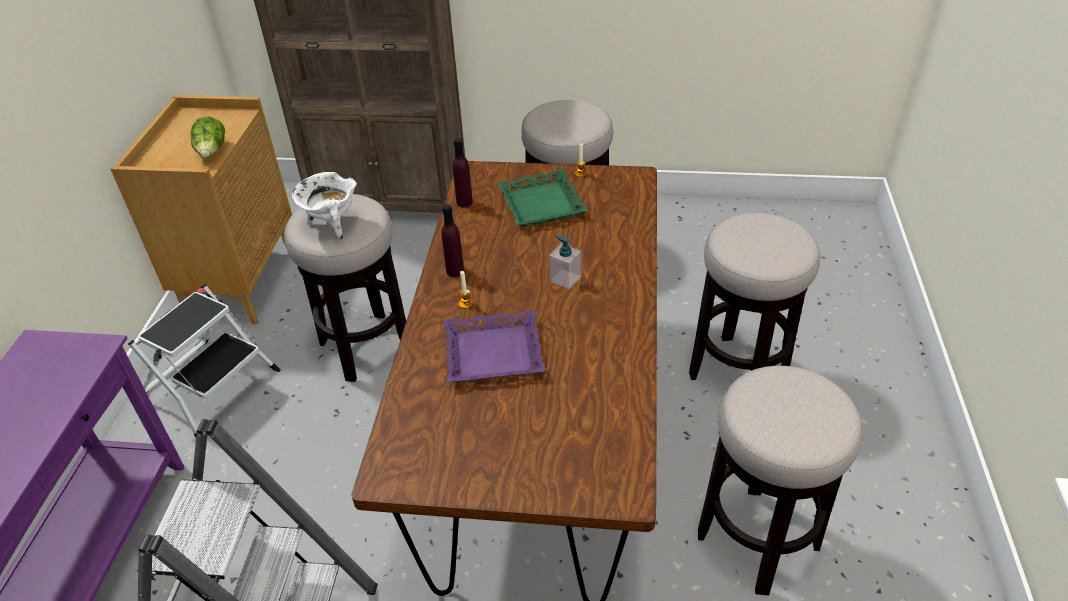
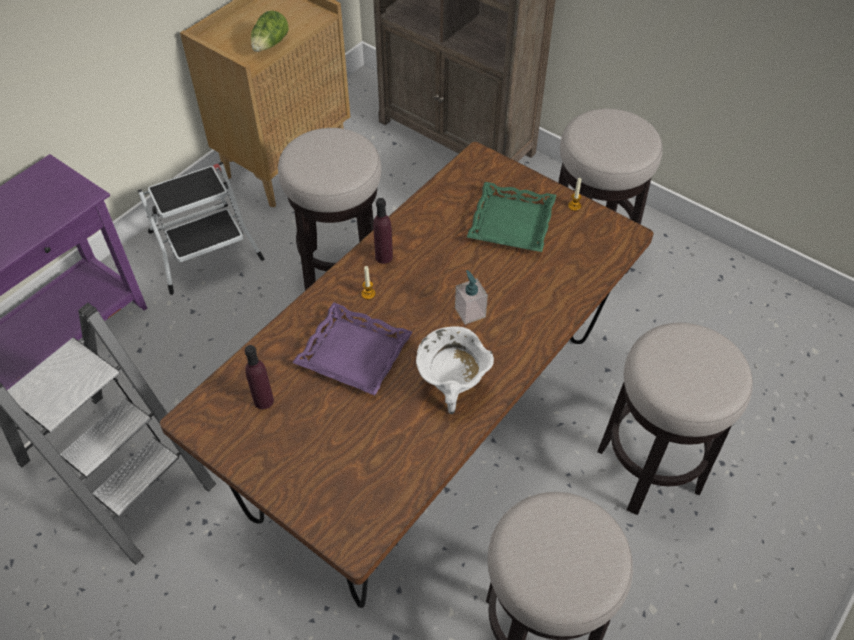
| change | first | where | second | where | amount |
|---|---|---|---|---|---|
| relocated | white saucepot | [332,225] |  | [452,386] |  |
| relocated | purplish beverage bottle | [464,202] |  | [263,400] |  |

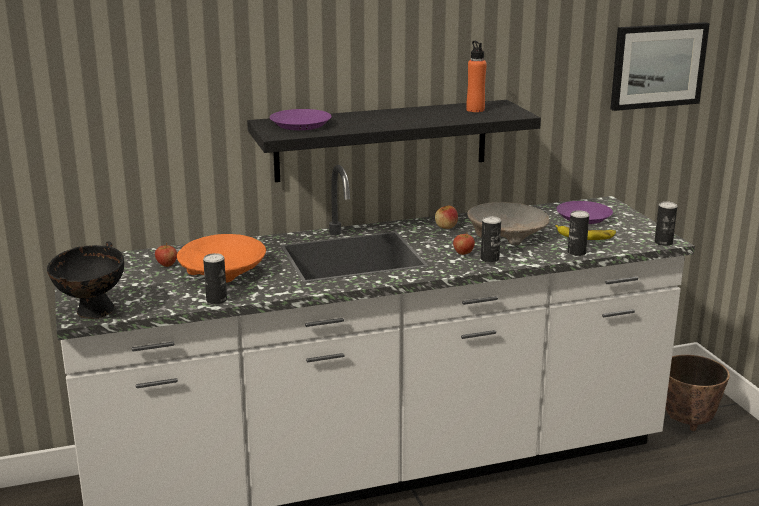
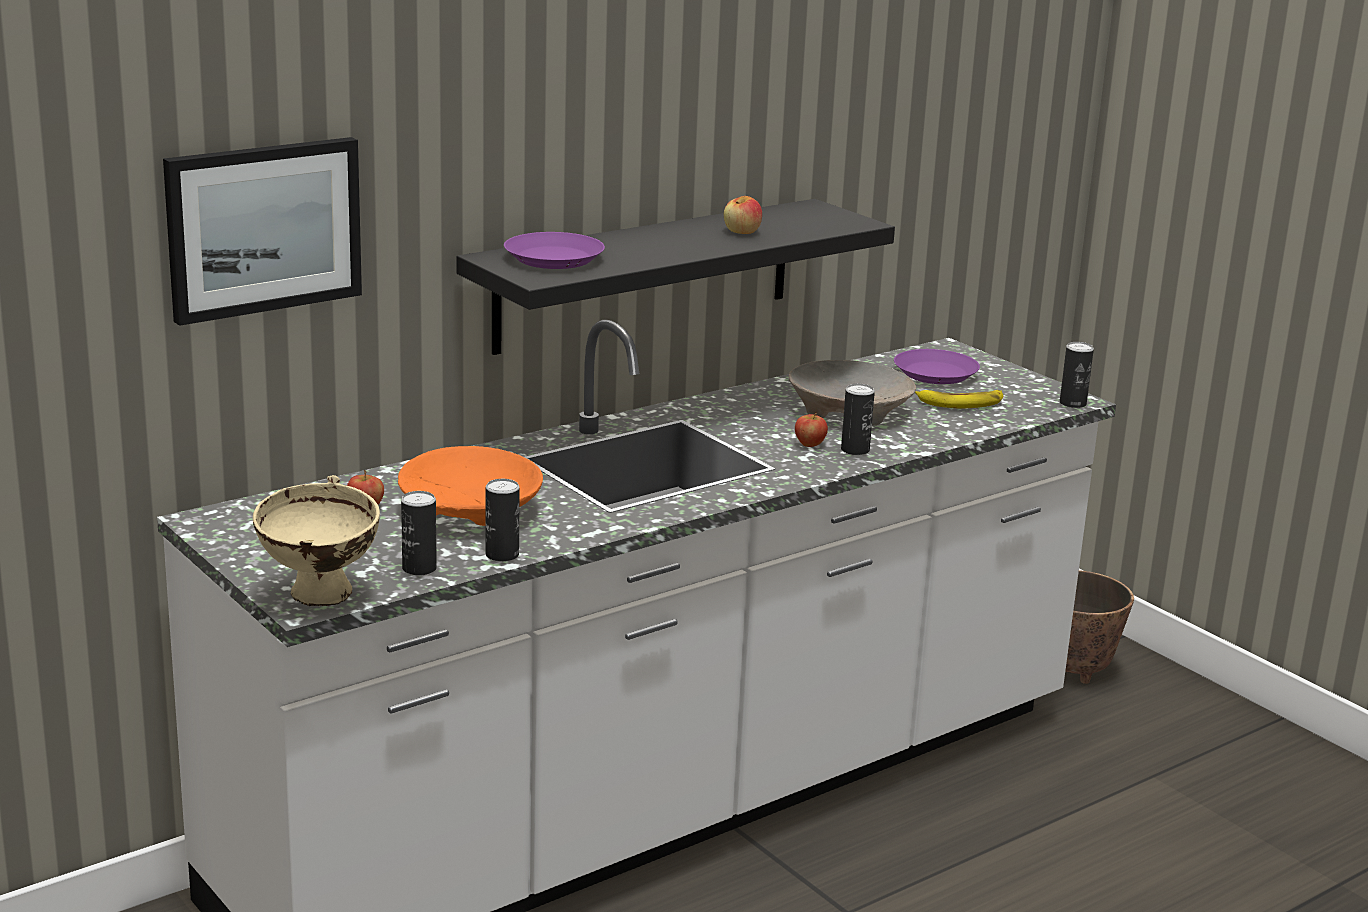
| change | first | where | second | where | amount |
|---|---|---|---|---|---|
| missing | orangey beverage bottle | [475,110] |  |  |  |
| relocated | apple | [446,227] |  | [742,232] |  |
| relocated | can | [576,253] |  | [419,568] |  |
| relocated | picture | [657,65] |  | [263,228] |  |
| colour | blackish bowl | [91,314] | beige bowl | [319,599] |  |

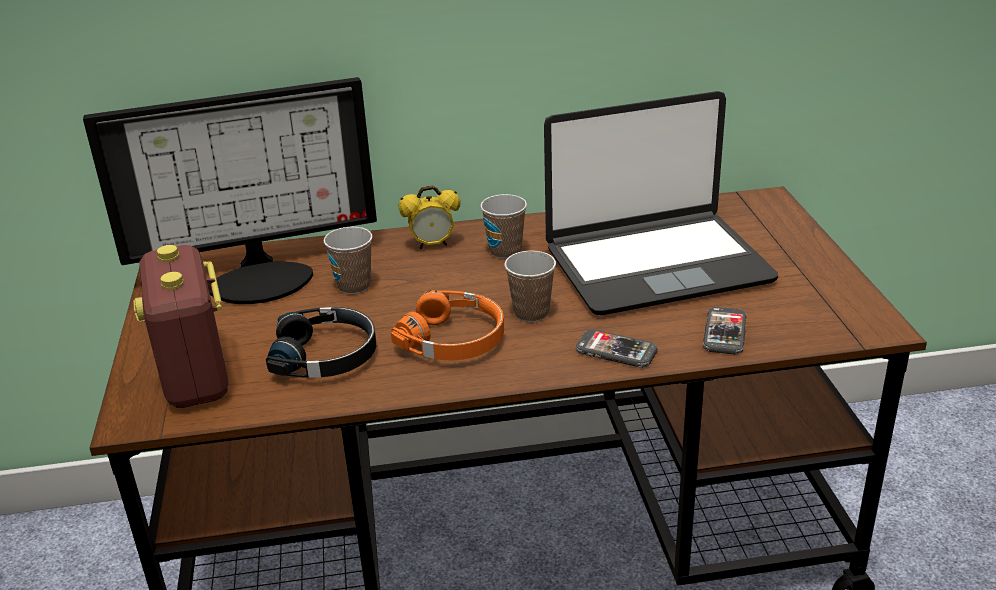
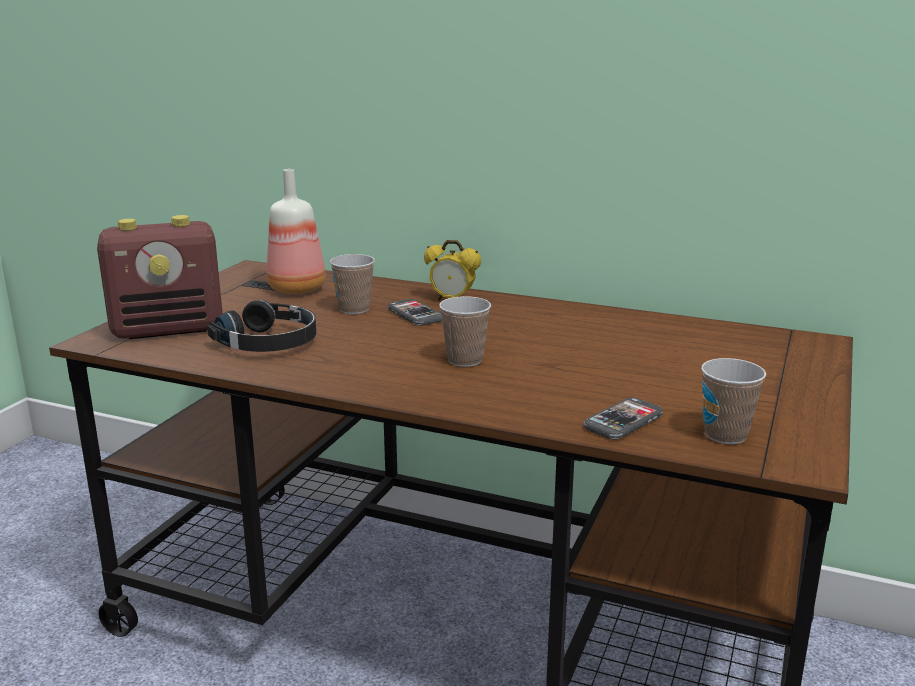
| change | first | where | second | where | amount |
|---|---|---|---|---|---|
| missing | orangey headset | [454,339] |  |  |  |
| missing | portable computer | [656,264] |  |  |  |
| relocated | drinking cup | [505,251] |  | [725,435] |  |
| relocated | telephone | [616,351] |  | [415,315] |  |
| exchanged | monitor | [261,277] | beverage bottle | [299,288] |  |
| spun | radio | [196,377] |  | [169,329] | 120 degrees counterclockwise |

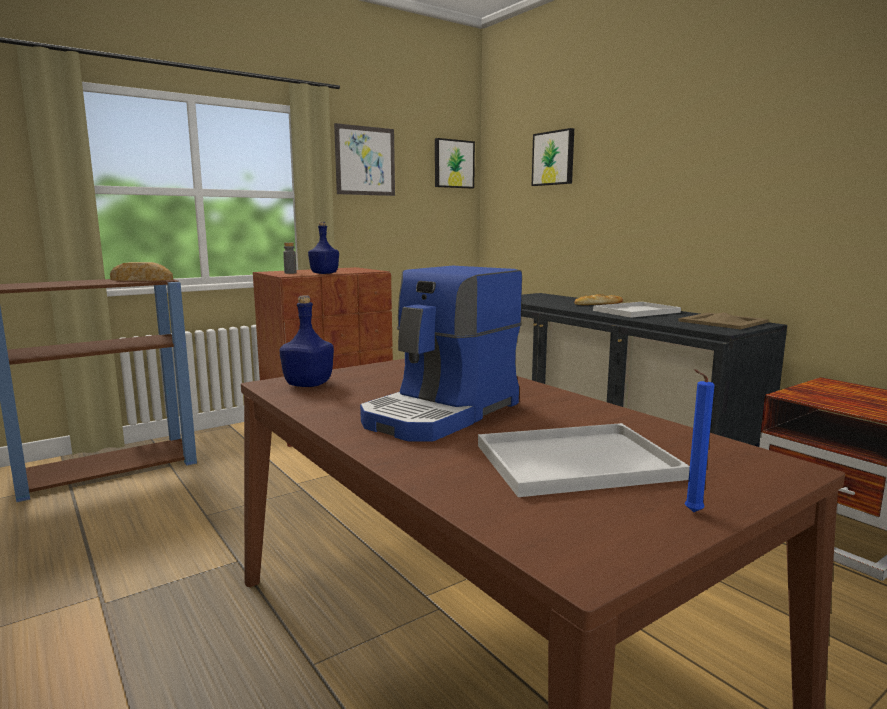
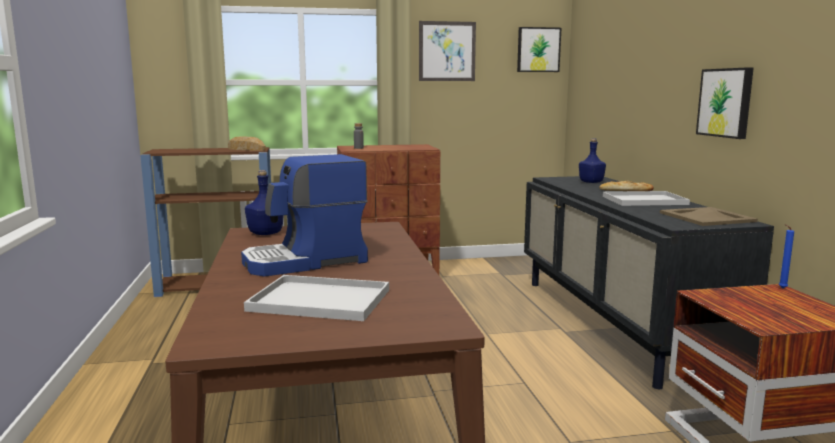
| change | first | where | second | where | amount |
|---|---|---|---|---|---|
| relocated | blue beverage bottle | [324,273] |  | [590,182] |  |
| relocated | picture | [554,158] |  | [726,102] |  |
| relocated | blue candle | [690,512] |  | [781,288] |  |

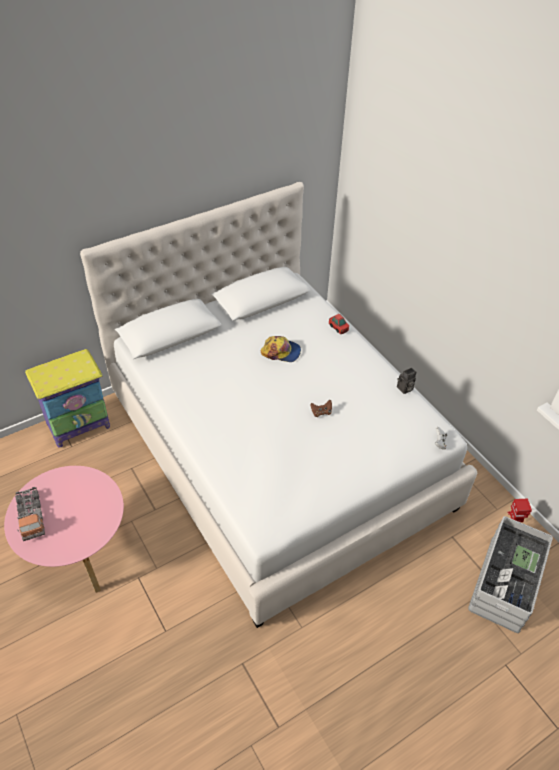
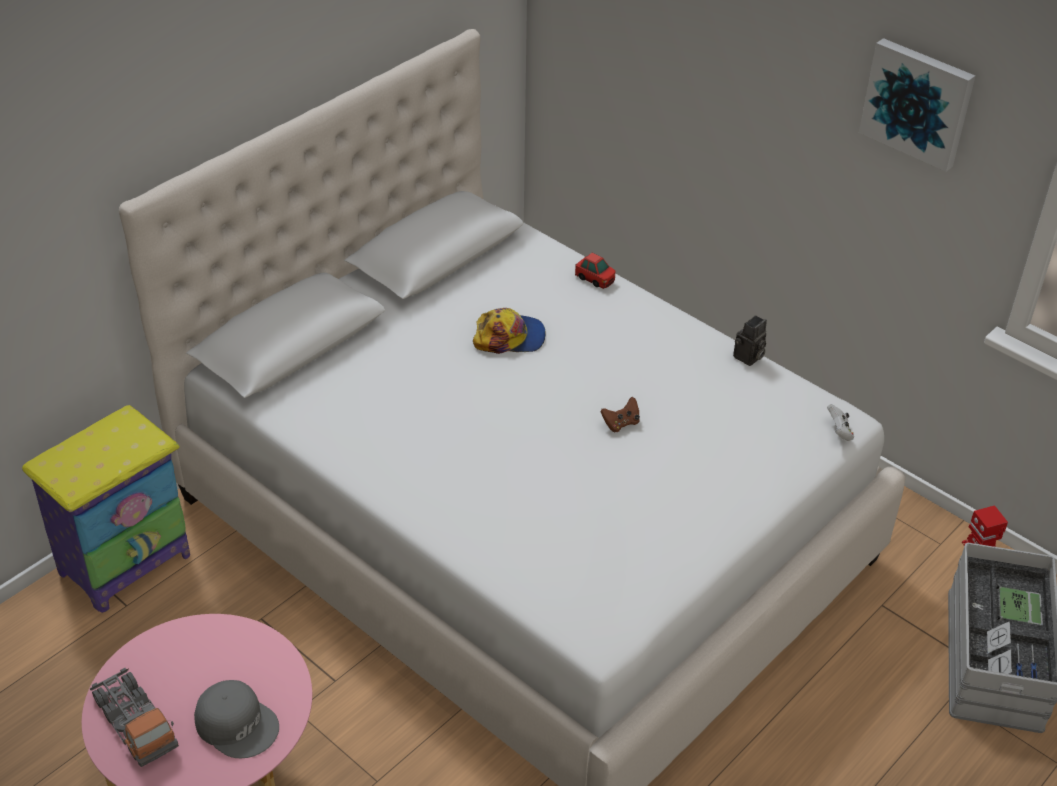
| change | first | where | second | where | amount |
|---|---|---|---|---|---|
| appeared |  |  | greyish cap | [237,723] |  |
| appeared |  |  | picture | [918,102] |  |

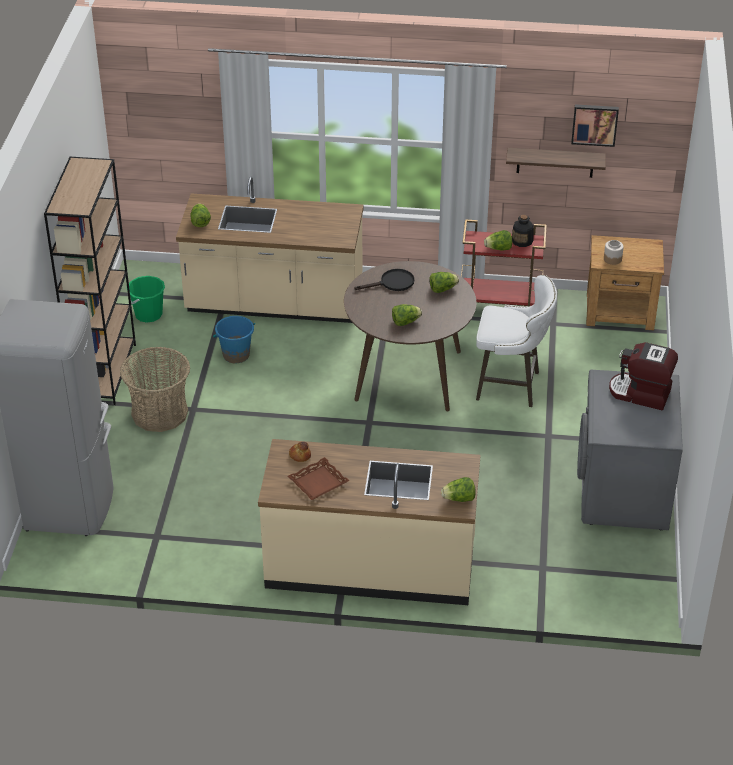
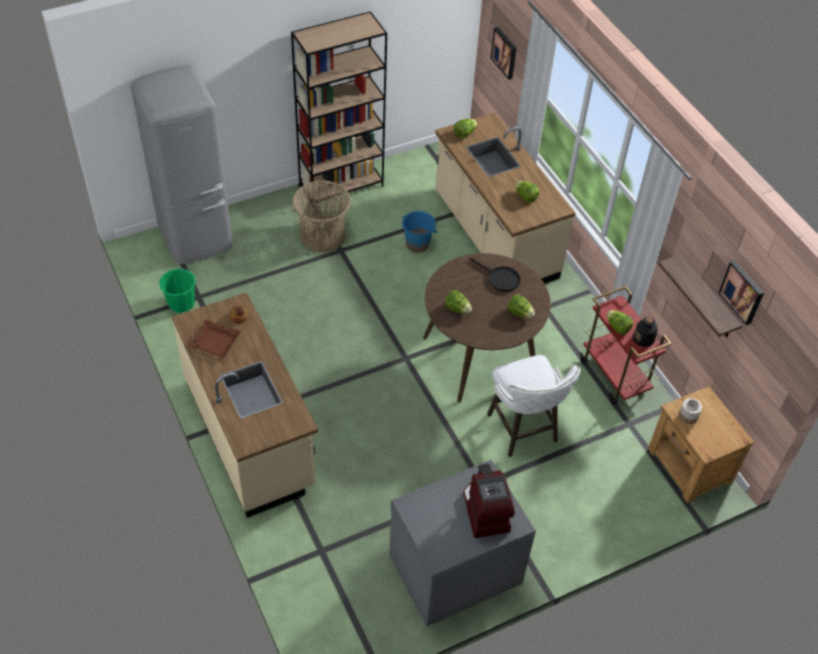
| change | first | where | second | where | amount |
|---|---|---|---|---|---|
| appeared |  |  | picture | [505,52] |  |
| relocated | greenish bucket | [148,314] |  | [181,303] |  |
| relocated | lettuce head | [459,499] |  | [525,197] |  |

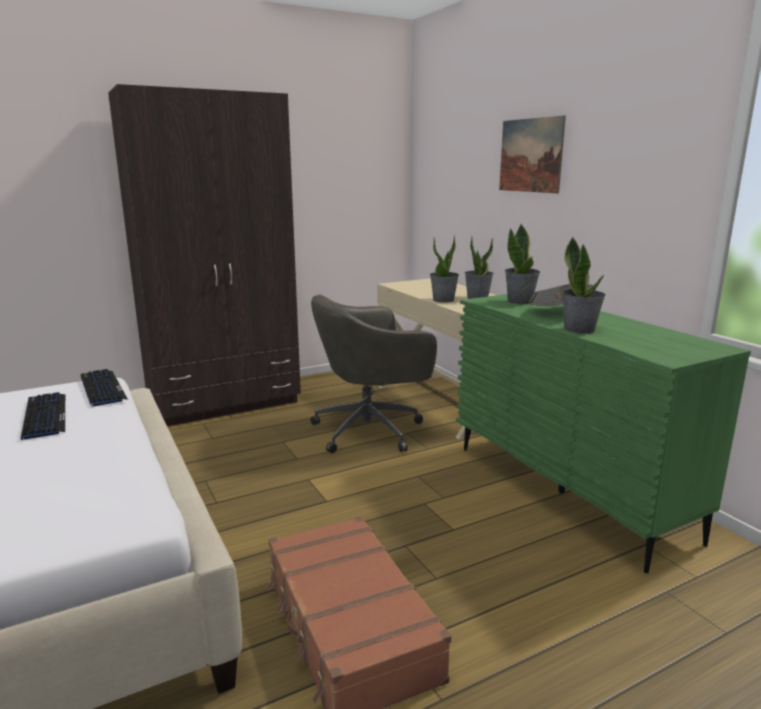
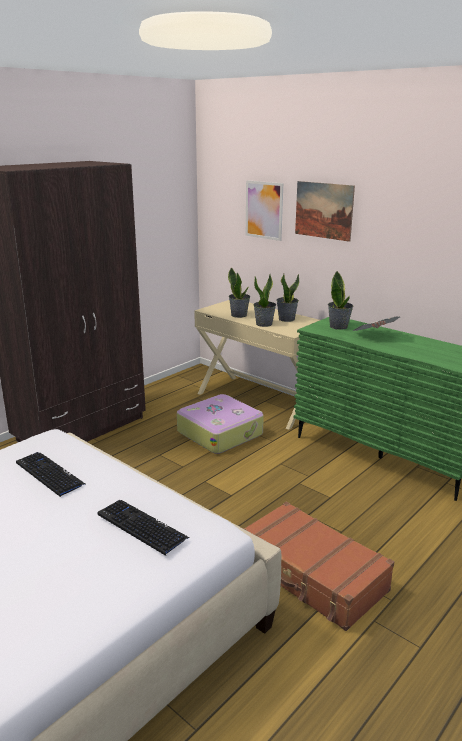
| change | first | where | second | where | amount |
|---|---|---|---|---|---|
| appeared |  |  | picture | [264,210] |  |
| relocated | computer keyboard | [102,388] |  | [141,527] |  |
| relocated | houseplant | [579,329] |  | [239,315] |  |
| exchanged | greyish desk chair | [371,430] | piece of luggage | [220,433] |  |

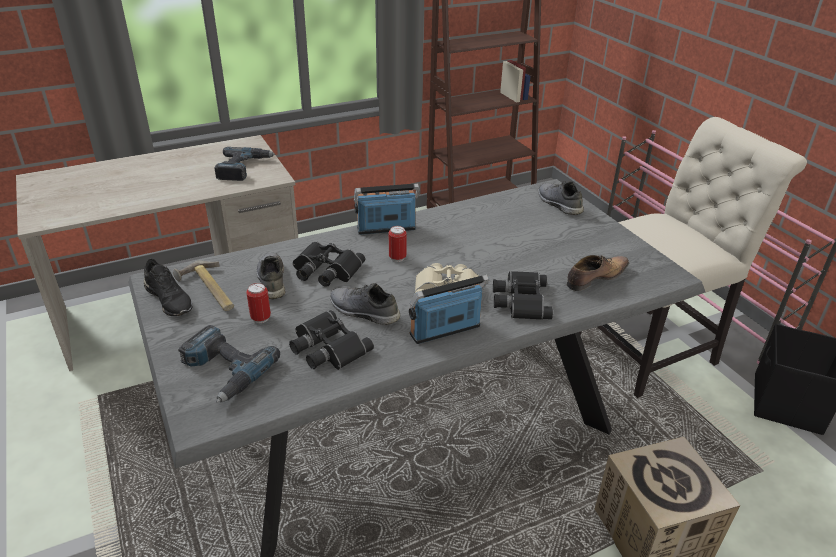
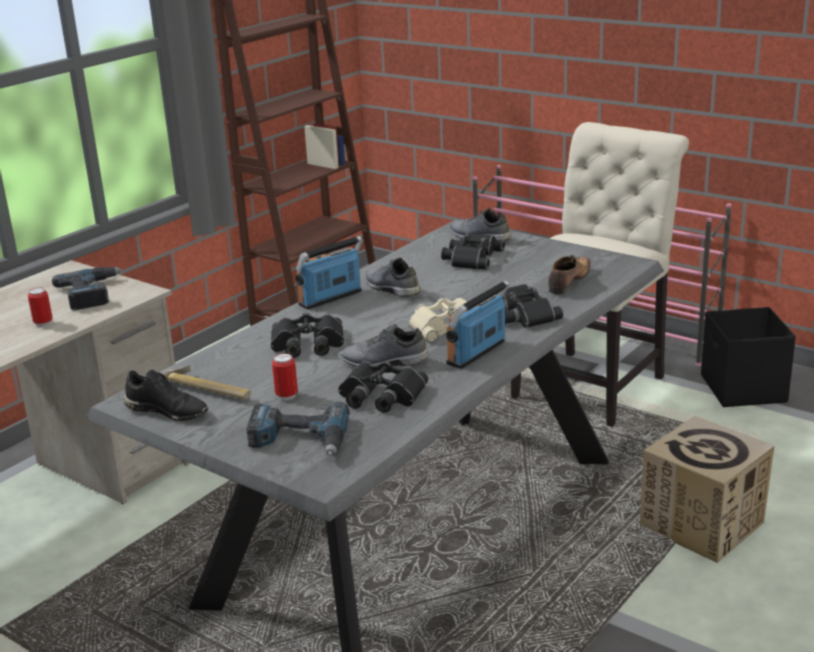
| change | first | where | second | where | amount |
|---|---|---|---|---|---|
| appeared |  |  | blackish field glasses | [471,258] |  |
| relocated | greyish item of footwear | [271,281] |  | [391,289] |  |
| relocated | can | [397,258] |  | [43,323] |  |

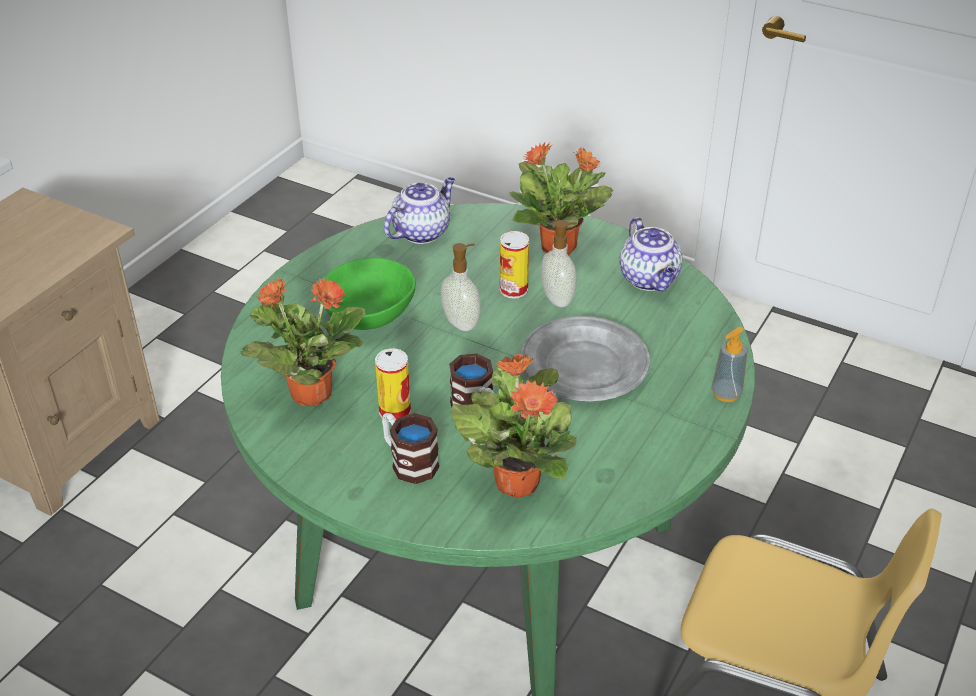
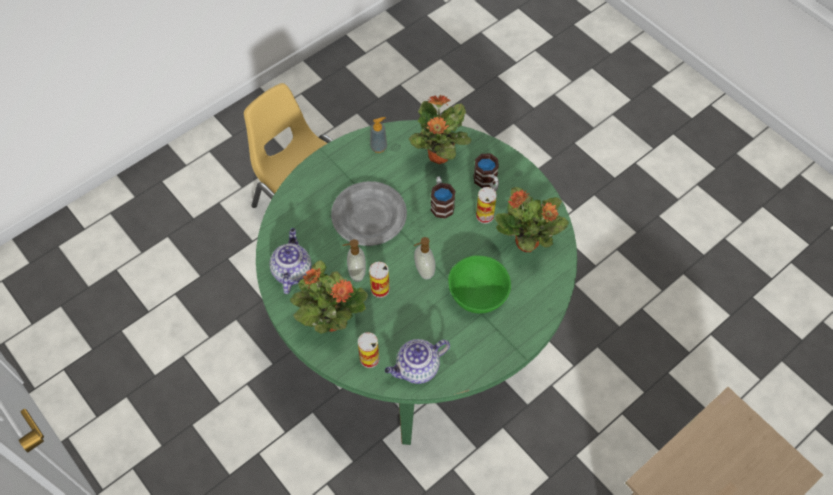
| change | first | where | second | where | amount |
|---|---|---|---|---|---|
| appeared |  |  | can | [369,359] |  |
| relocated | soap dispenser | [726,393] |  | [378,147] |  |

